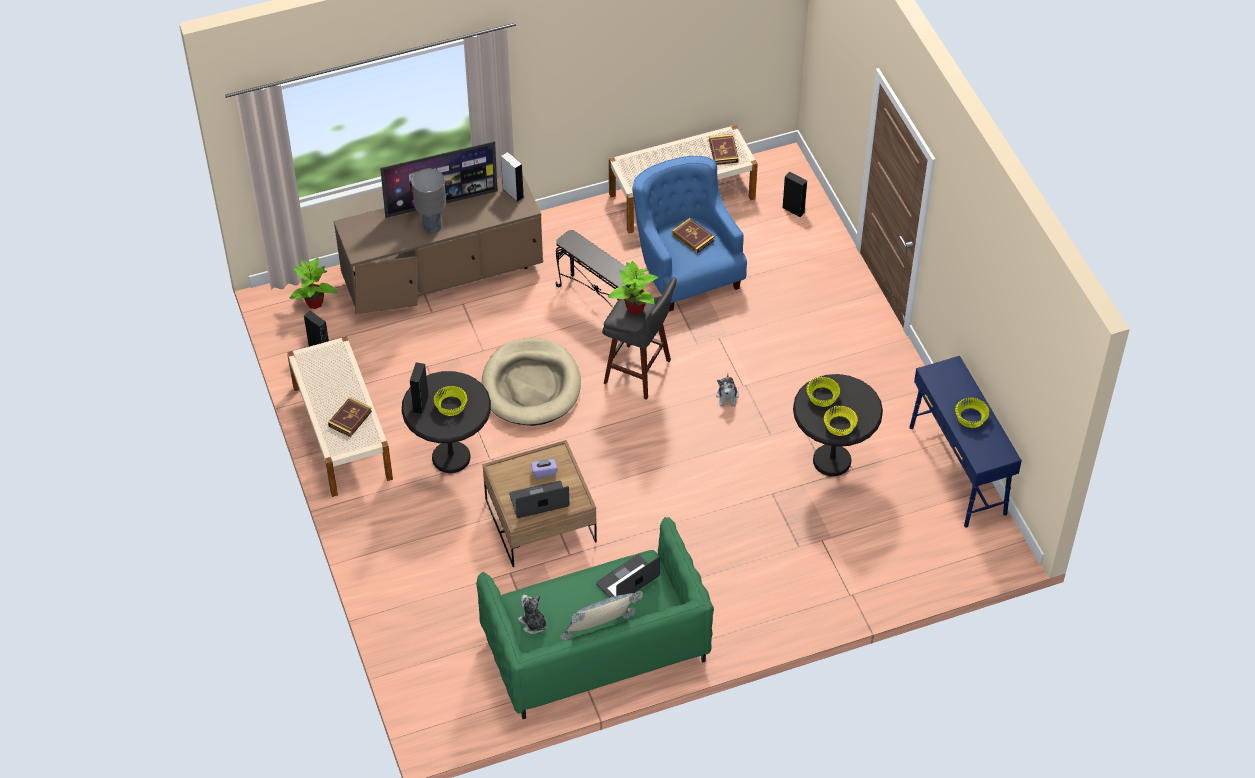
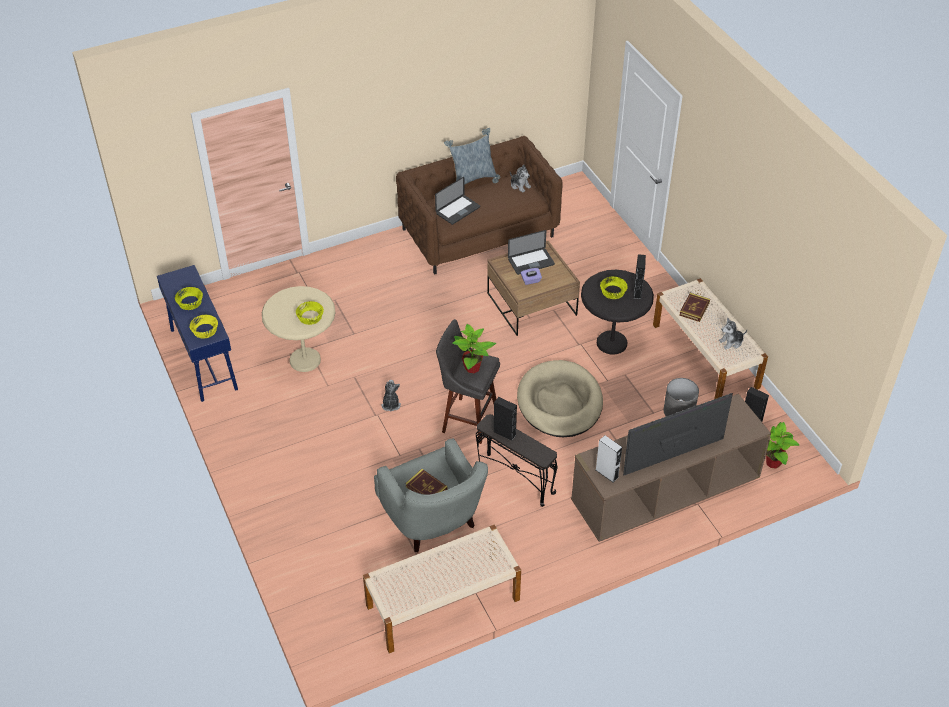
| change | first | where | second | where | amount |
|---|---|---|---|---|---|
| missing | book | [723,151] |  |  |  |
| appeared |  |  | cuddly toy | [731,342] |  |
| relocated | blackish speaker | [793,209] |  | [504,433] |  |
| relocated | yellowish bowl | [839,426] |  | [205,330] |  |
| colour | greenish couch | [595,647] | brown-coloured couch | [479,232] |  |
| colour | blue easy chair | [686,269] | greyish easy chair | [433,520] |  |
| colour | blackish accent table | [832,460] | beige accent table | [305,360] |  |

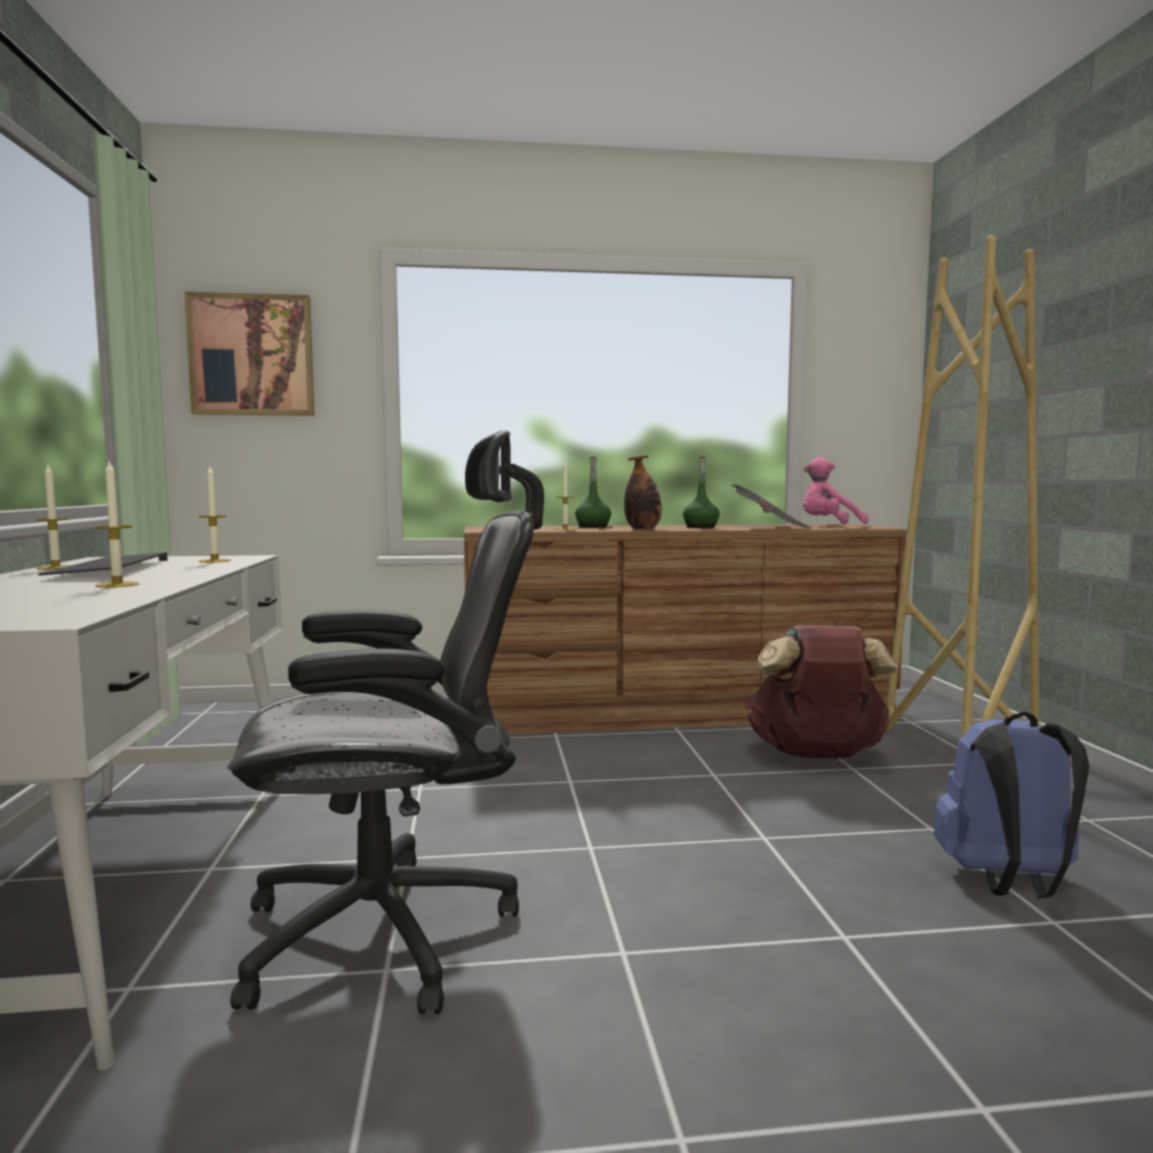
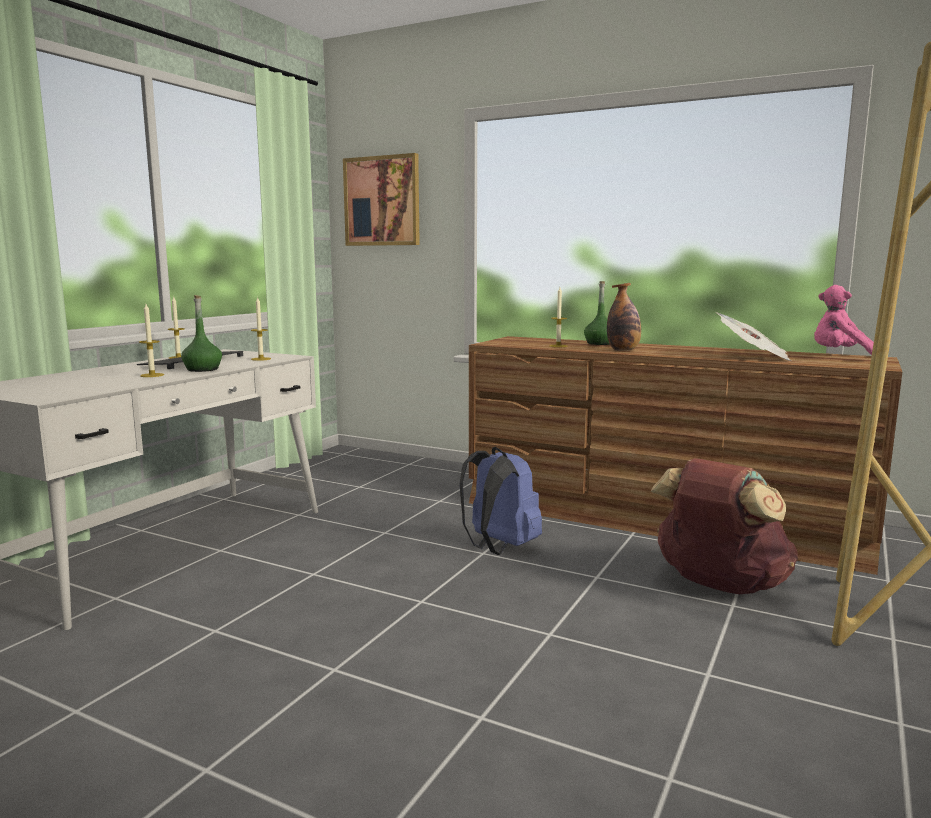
| change | first | where | second | where | amount |
|---|---|---|---|---|---|
| missing | desk chair | [393,931] |  |  |  |
| relocated | greenish beverage bottle | [700,527] |  | [203,369] |  |
| relocated | blue backpack | [1007,884] |  | [499,547] |  |

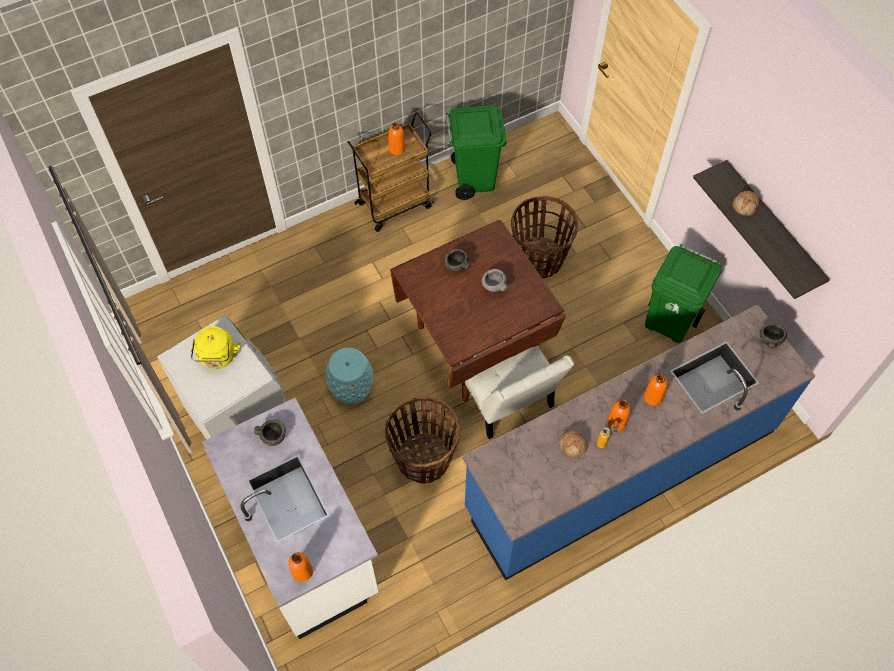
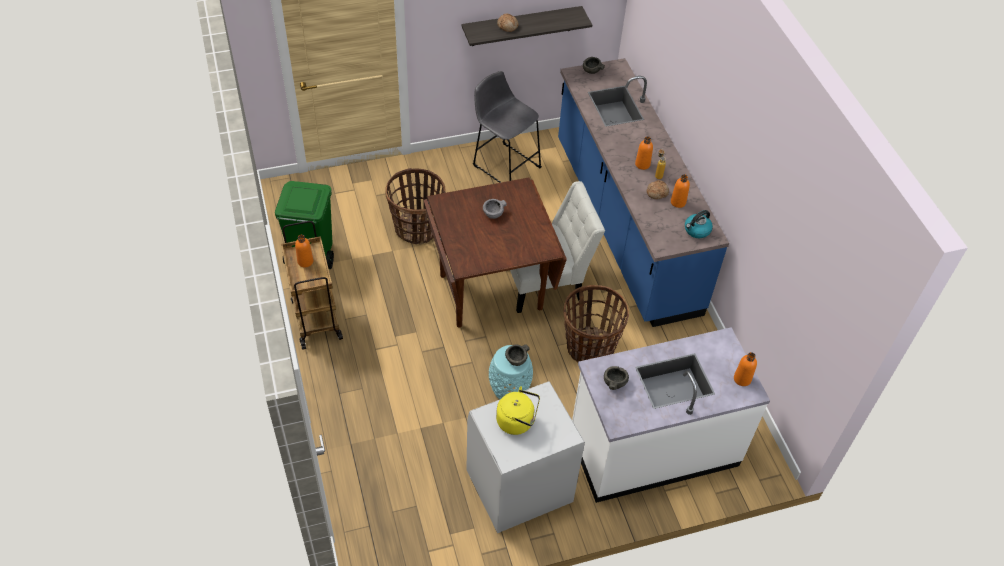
| change | first | where | second | where | amount |
|---|---|---|---|---|---|
| appeared |  |  | tea kettle | [696,230] |  |
| relocated | greyish bowl | [456,265] |  | [516,360] |  |
| relocated | orangey beverage bottle | [653,397] |  | [678,202] |  |
| exchanged | greenish rubbish bin | [670,322] | greyish stool | [504,164] |  |

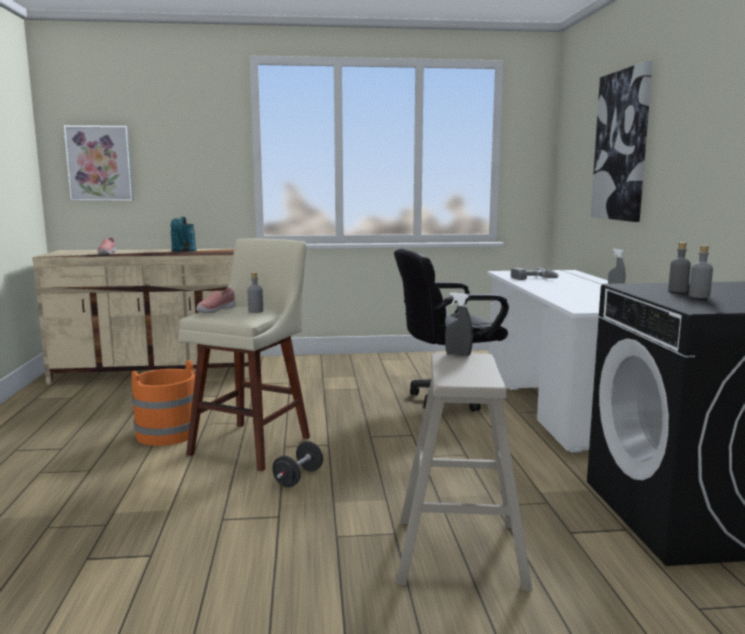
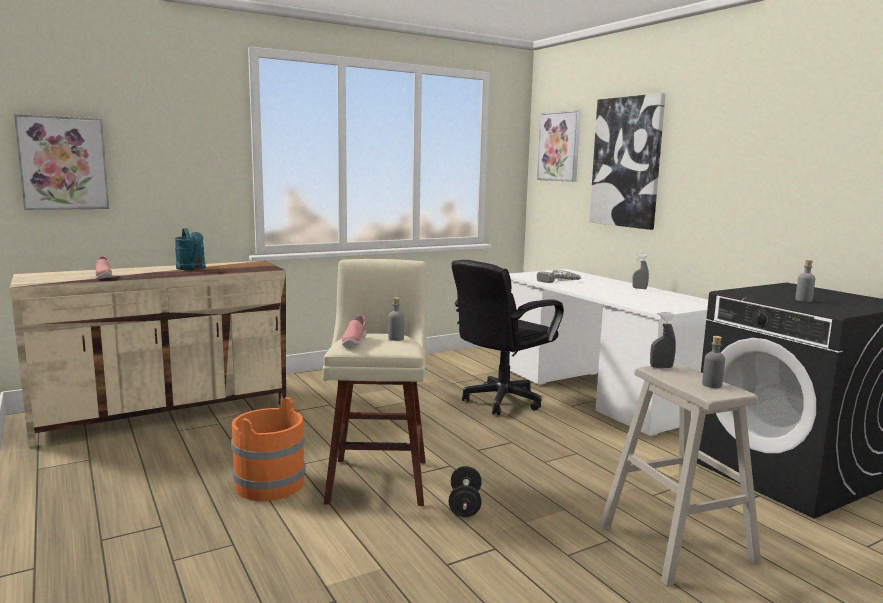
| change | first | where | second | where | amount |
|---|---|---|---|---|---|
| appeared |  |  | picture | [559,146] |  |
| relocated | greyish beverage bottle | [678,290] |  | [712,385] |  |

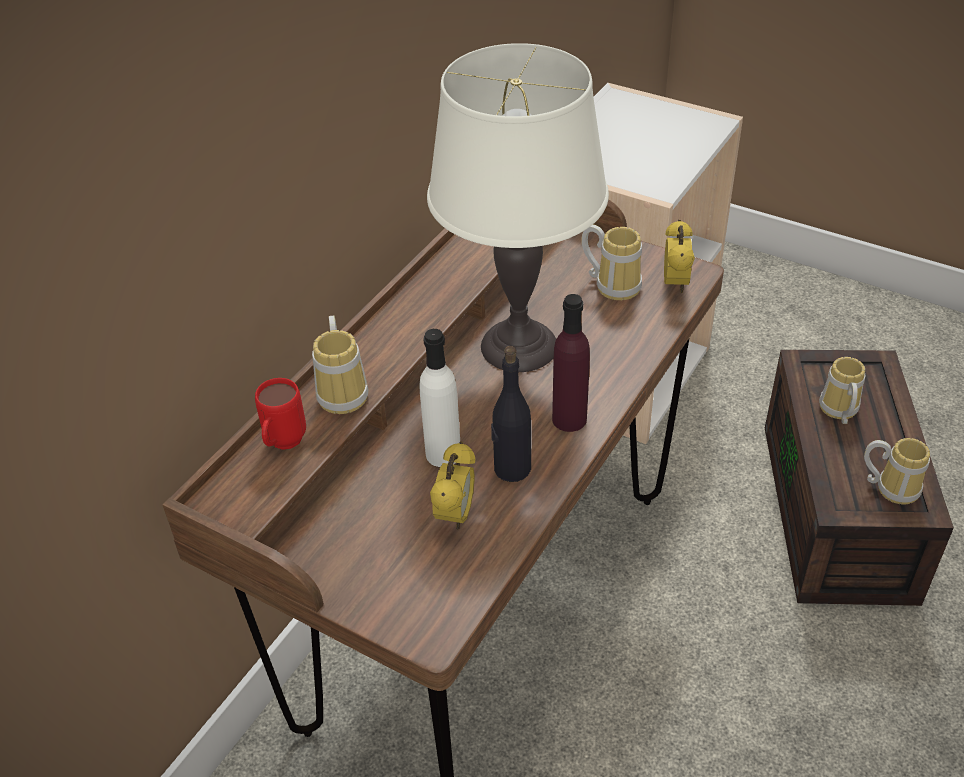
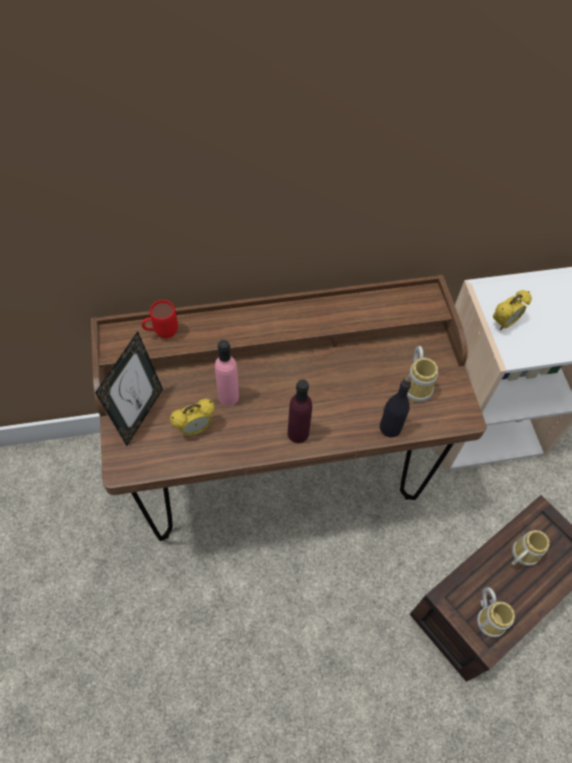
| change | first | where | second | where | amount |
|---|---|---|---|---|---|
| missing | tea mug | [345,391] |  |  |  |
| missing | white lamp for a table | [519,346] |  |  |  |
| appeared |  |  | photo frame | [140,414] |  |
| relocated | blackish beverage bottle | [511,468] |  | [390,427] |  |
| relocated | table clock | [675,284] |  | [503,323] |  |
| colour | white beverage bottle | [443,453] | pink-coloured beverage bottle | [228,396] |  |

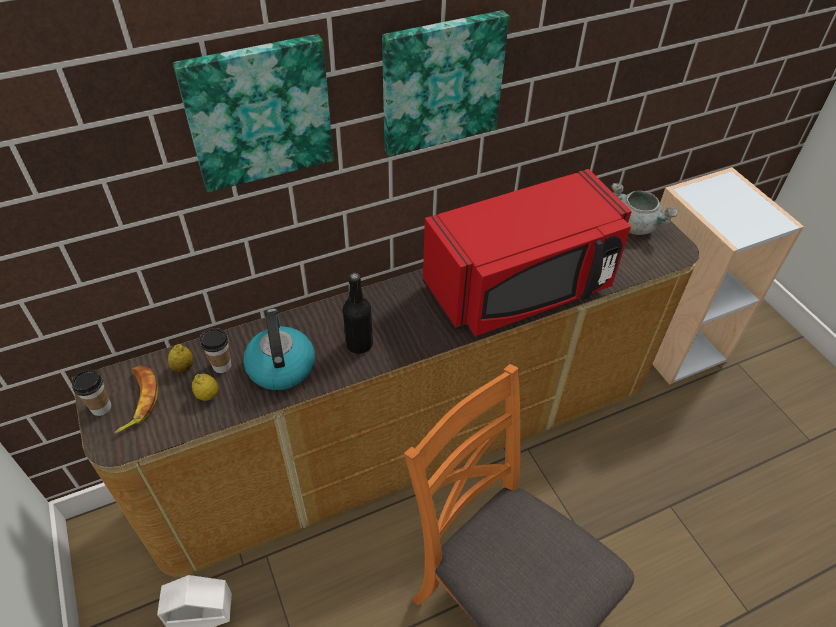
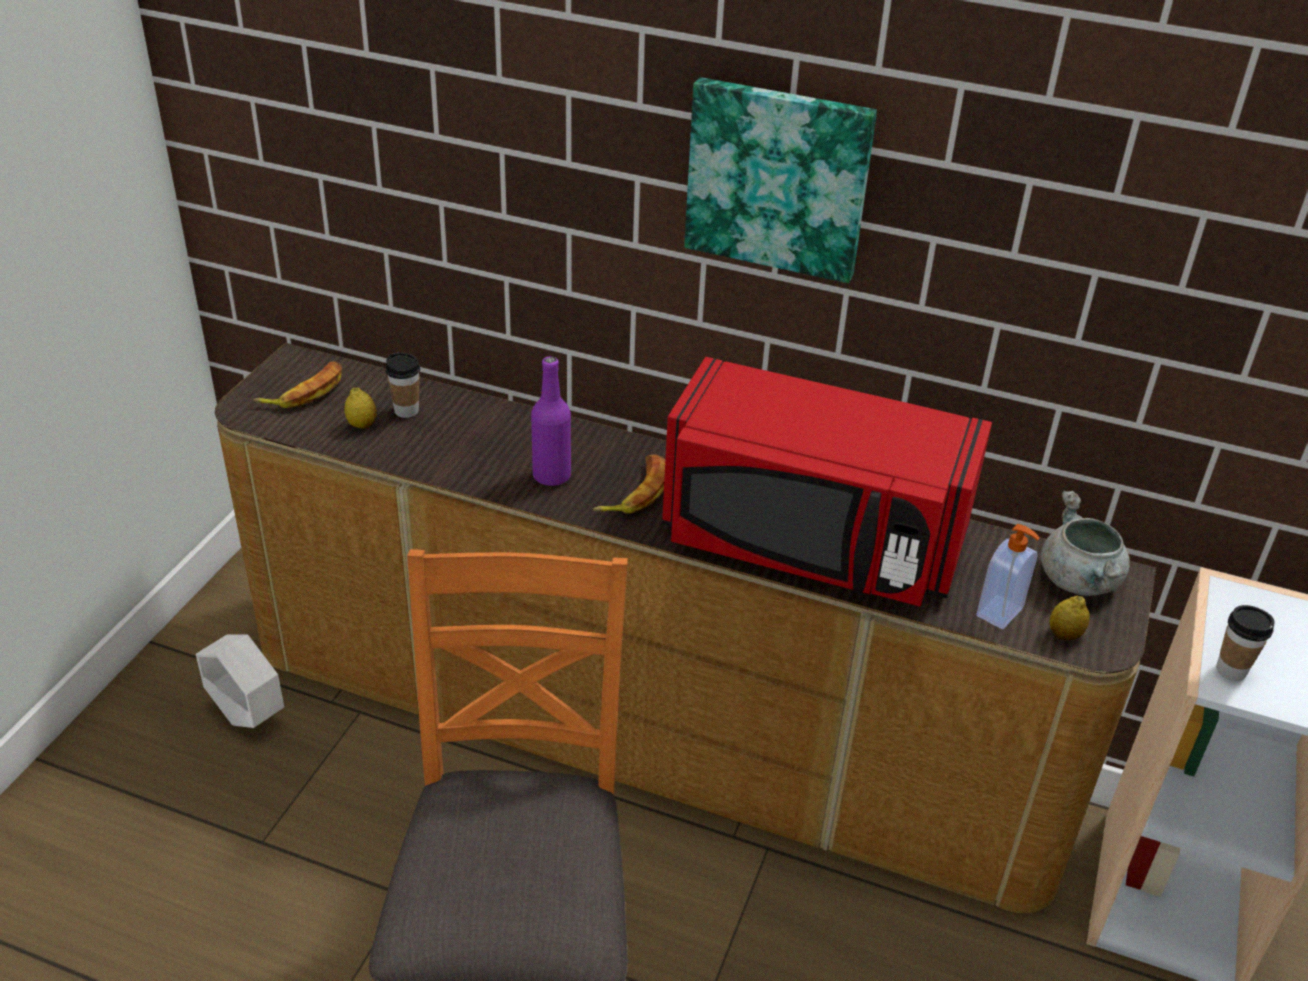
| change | first | where | second | where | amount |
|---|---|---|---|---|---|
| missing | picture | [258,112] |  |  |  |
| missing | tea kettle | [280,366] |  |  |  |
| appeared |  |  | banana fruit | [636,491] |  |
| appeared |  |  | soap dispenser | [1001,613] |  |
| relocated | drinking cup | [101,407] |  | [1231,670] |  |
| relocated | whole lemon | [183,368] |  | [1064,635] |  |
| colour | blackish beverage bottle | [359,344] | purplish beverage bottle | [551,476] |  |

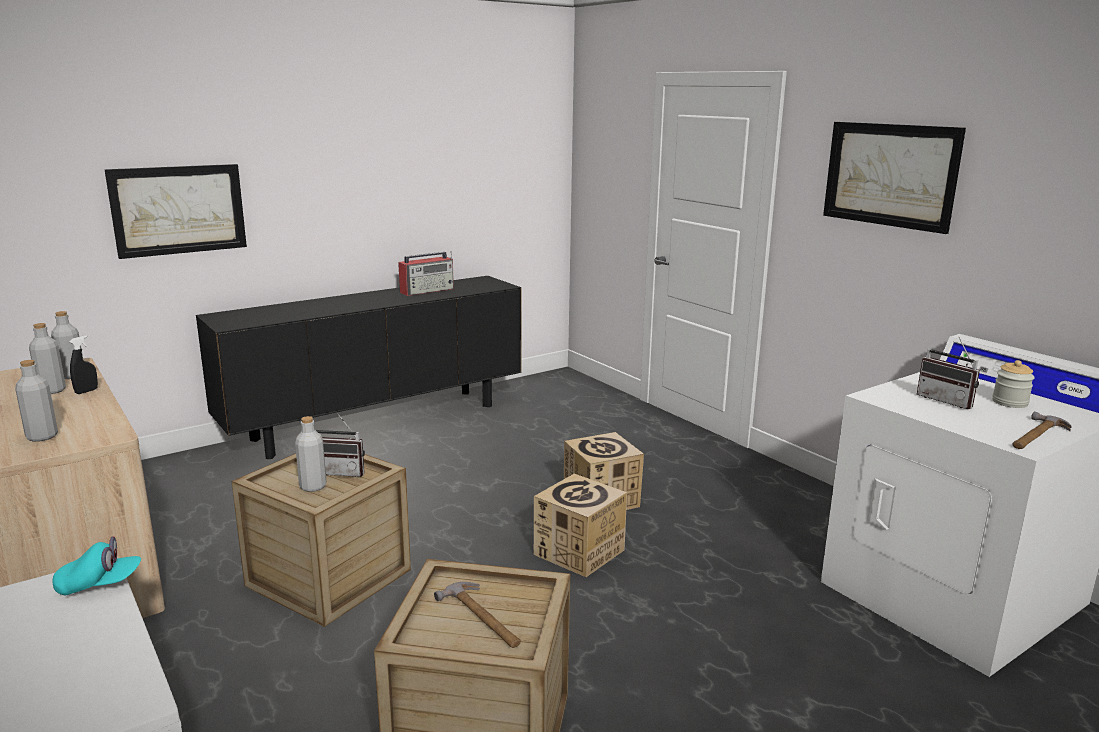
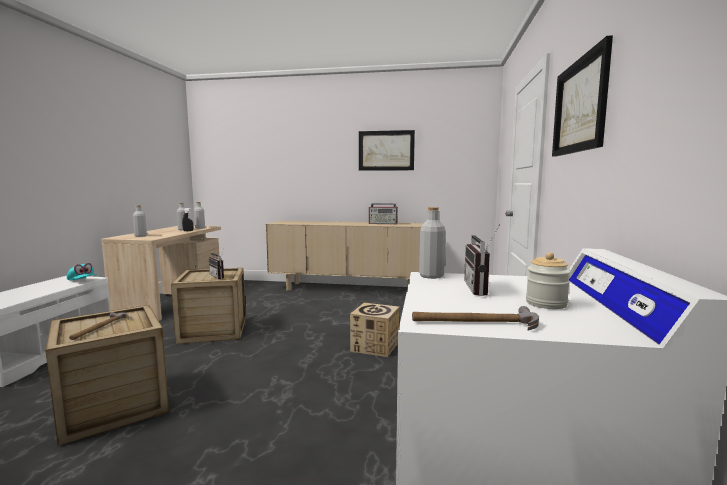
| change | first | where | second | where | amount |
|---|---|---|---|---|---|
| missing | cardboard box | [579,552] |  |  |  |
| relocated | picture | [178,210] |  | [386,150] |  |
| relocated | greyish beverage bottle | [313,486] |  | [431,276] |  |
| colour | blackish cabinet | [377,421] | beige cabinet | [350,289] |  |

